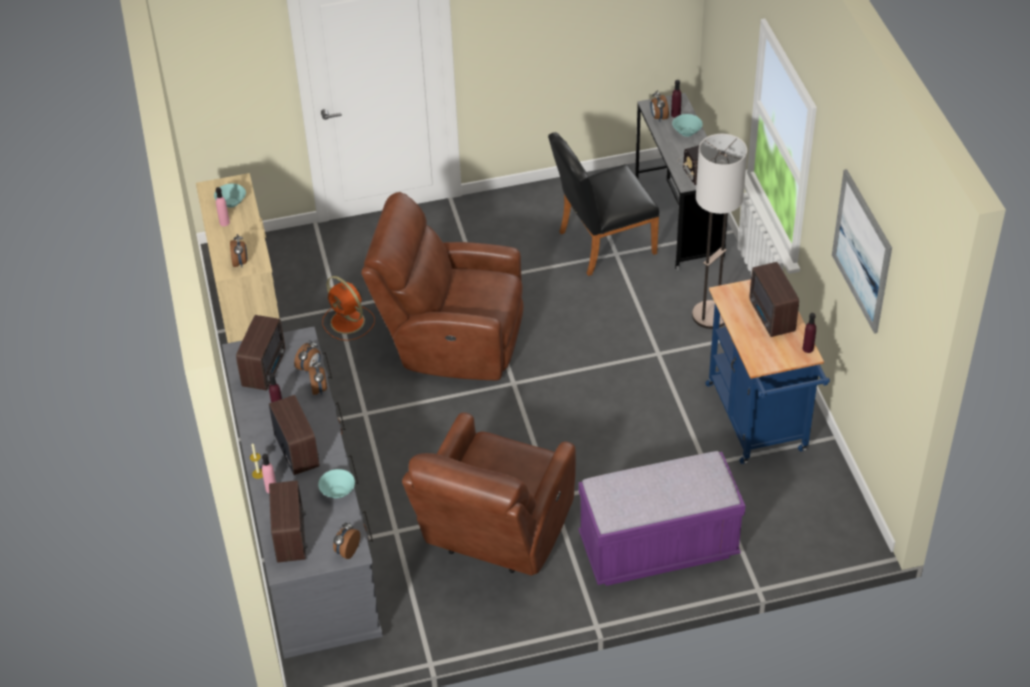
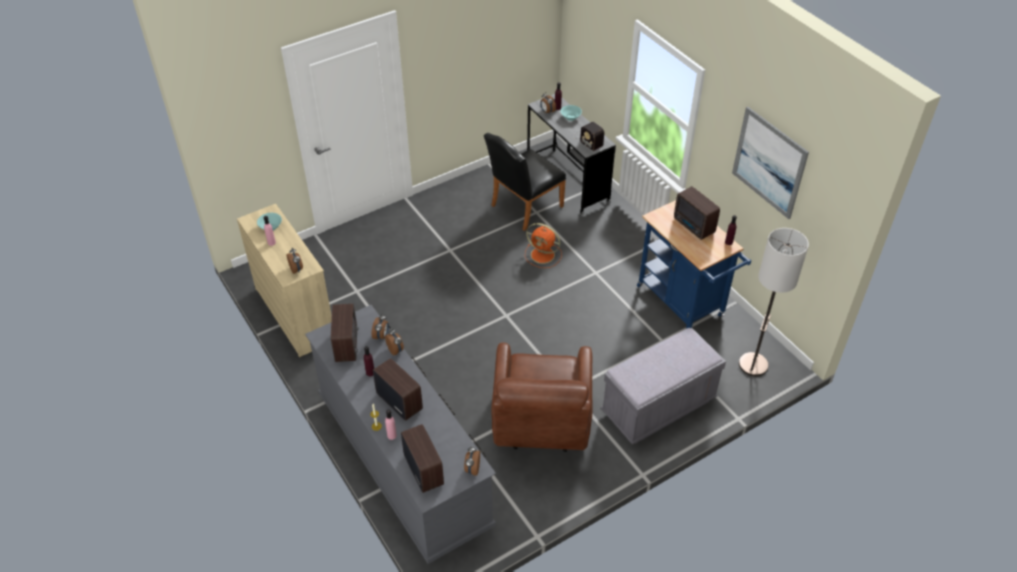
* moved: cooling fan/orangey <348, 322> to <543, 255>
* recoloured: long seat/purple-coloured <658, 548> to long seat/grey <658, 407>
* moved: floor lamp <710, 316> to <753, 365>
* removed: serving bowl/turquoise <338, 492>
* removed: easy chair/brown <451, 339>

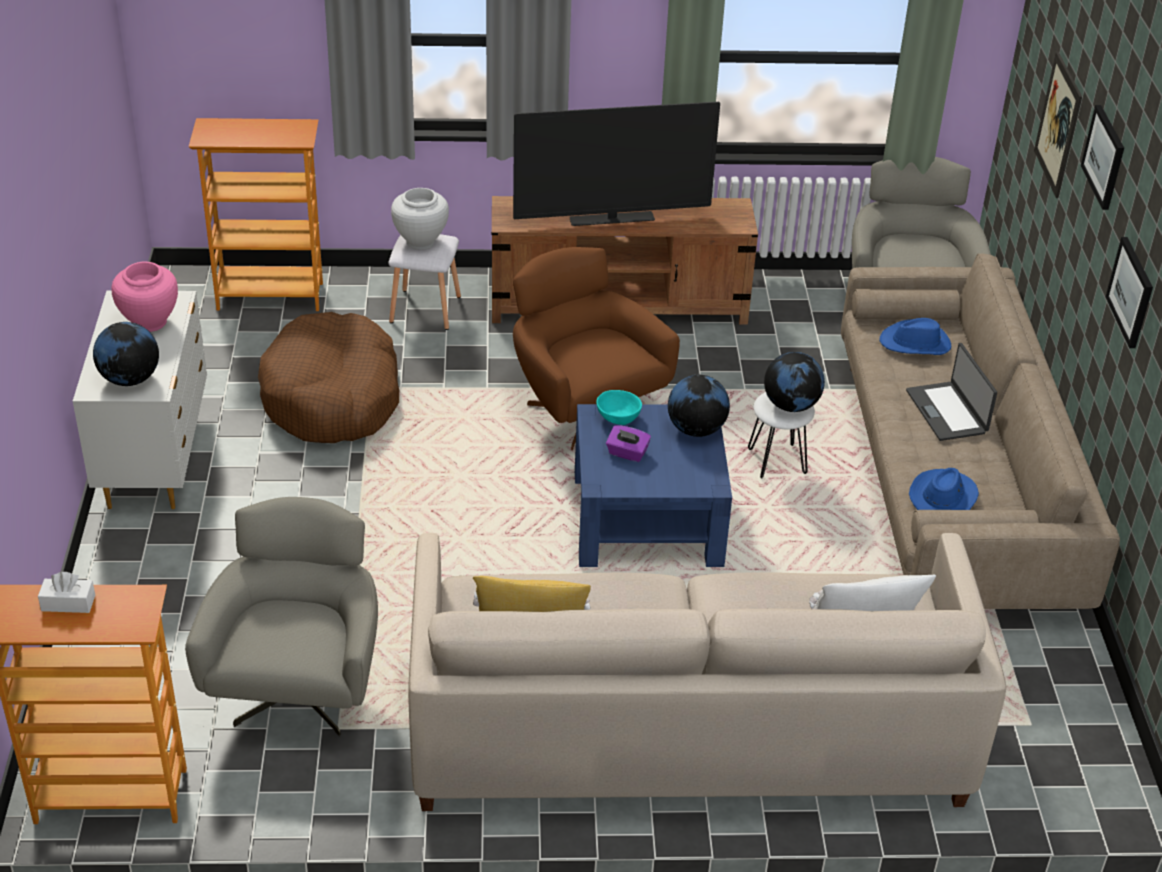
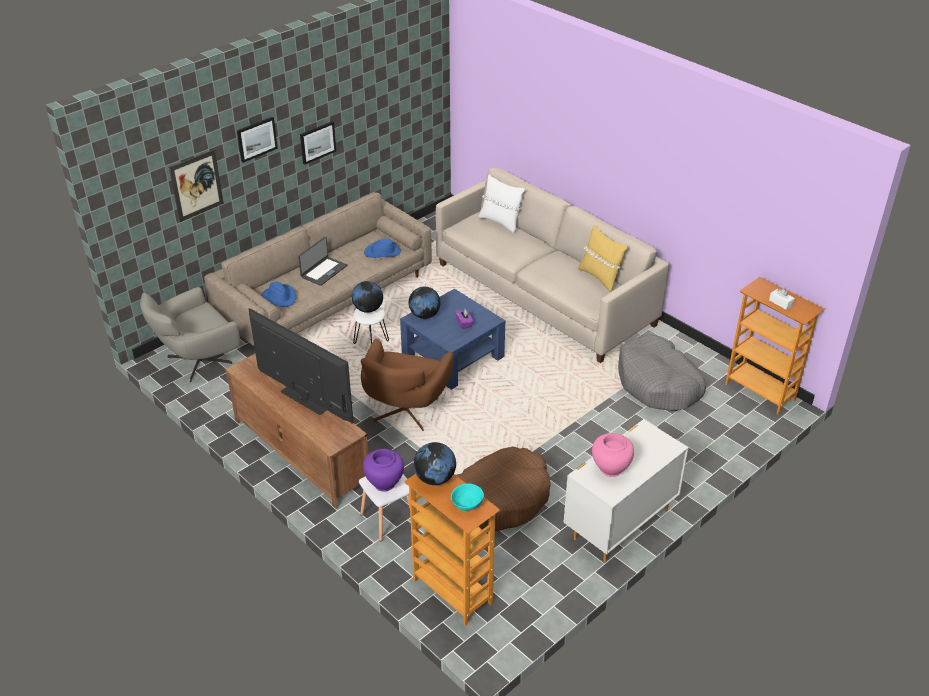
* recoloured: vase/white-coloured <420, 241> to vase/purple-coloured <384, 484>
* moved: globe <130, 379> to <435, 478>
* moved: serving bowl/turquoise <618, 418> to <467, 504>
* replaced: easy chair/grey <299, 689> to dog cushion/grey <658, 383>

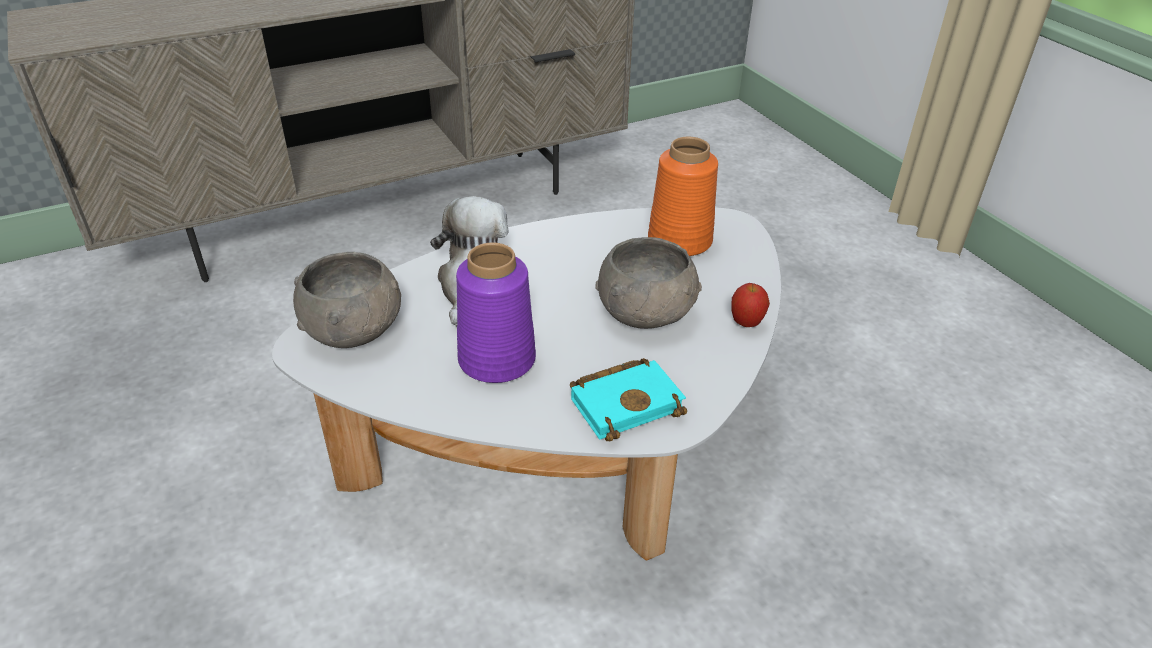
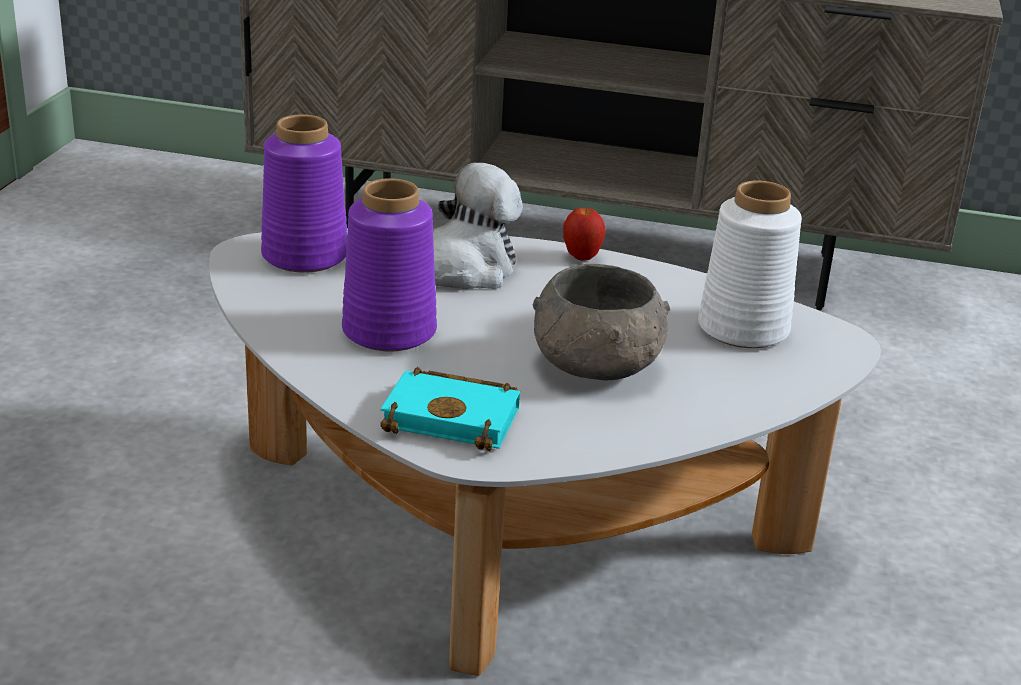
* replaced: serving bowl/grey <355, 329> to vase/purple-coloured <306, 256>
* moved: apple fruit <746, 323> to <582, 258>
* recoloured: vase/orangey <679, 241> to vase/white-coloured <741, 329>

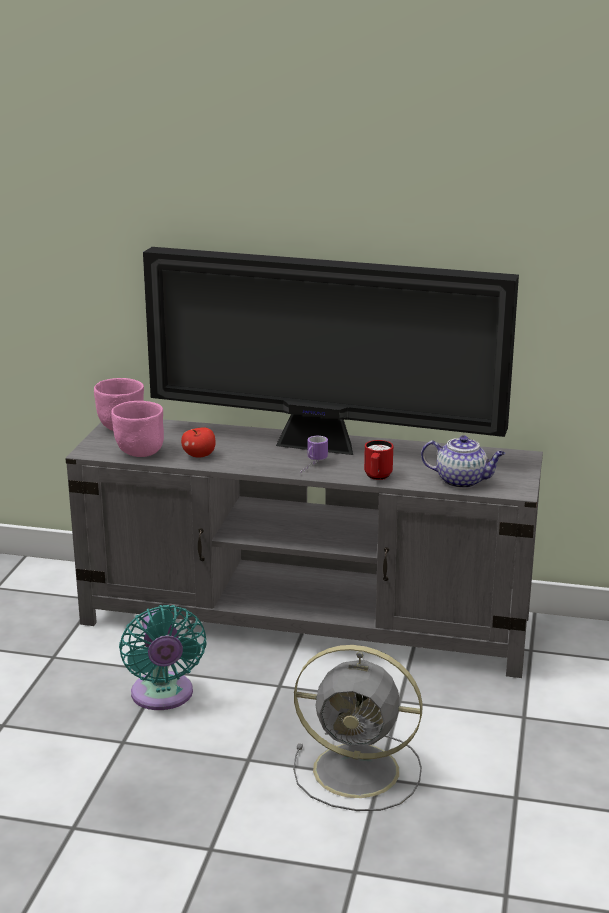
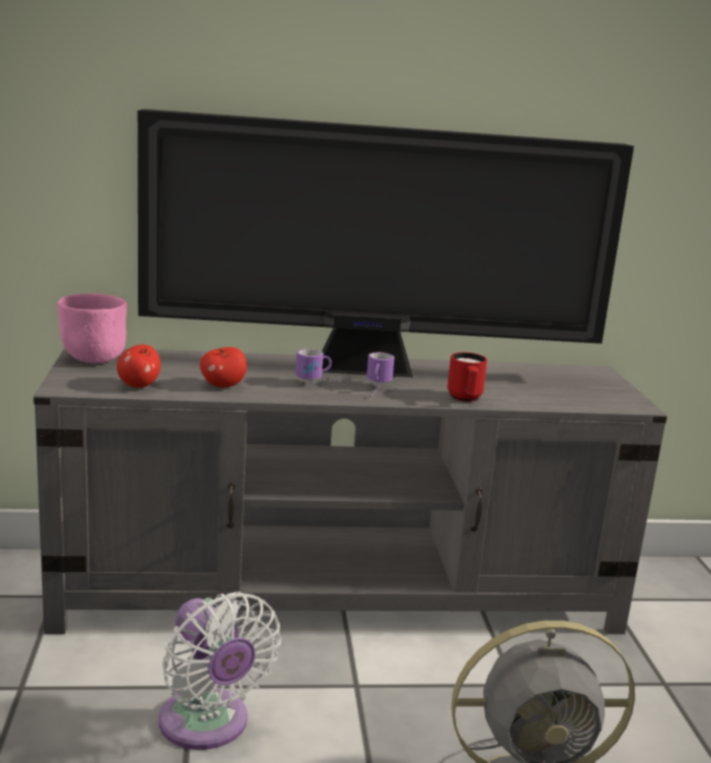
* replaced: serving bowl/pinkish <139, 453> to apple fruit <138, 386>
* recoloured: cooling fan/turquoise <163, 696> to cooling fan/white-coloured <207, 726>
* added: coffee mug <323, 383>
* removed: teapot <462, 481>

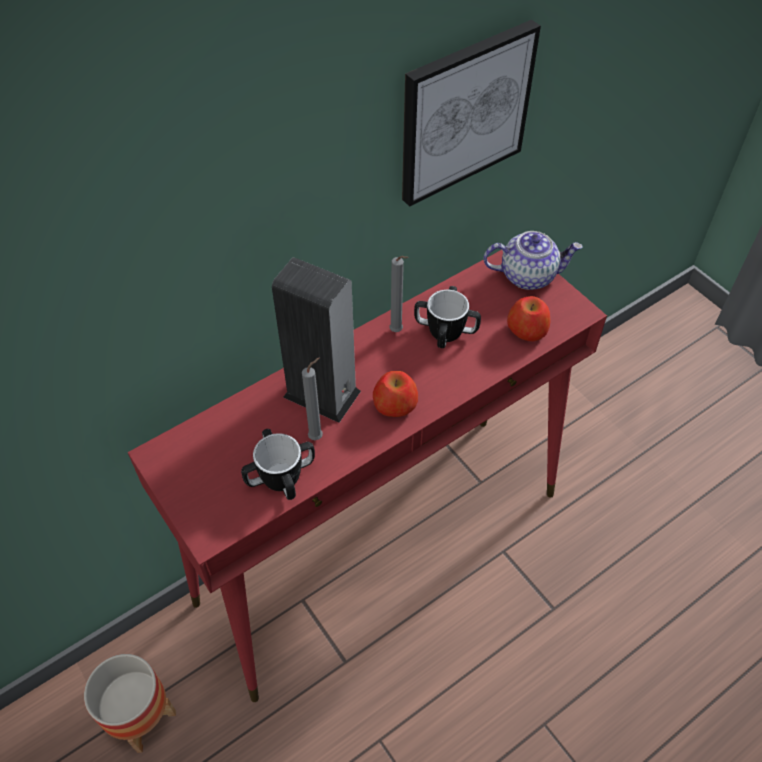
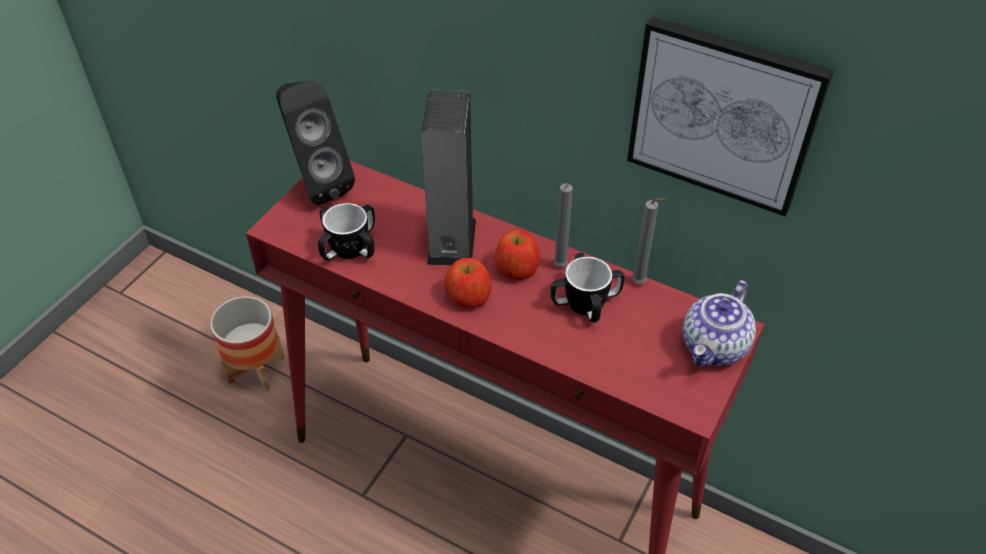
* added: loudspeaker/black-coloured <317, 184>
* moved: apple fruit <526, 330> to <517, 268>
* moved: wax candle/grey <318, 436> to <640, 283>
* turned: teapot <528, 275> = <715, 347> 60 degrees clockwise

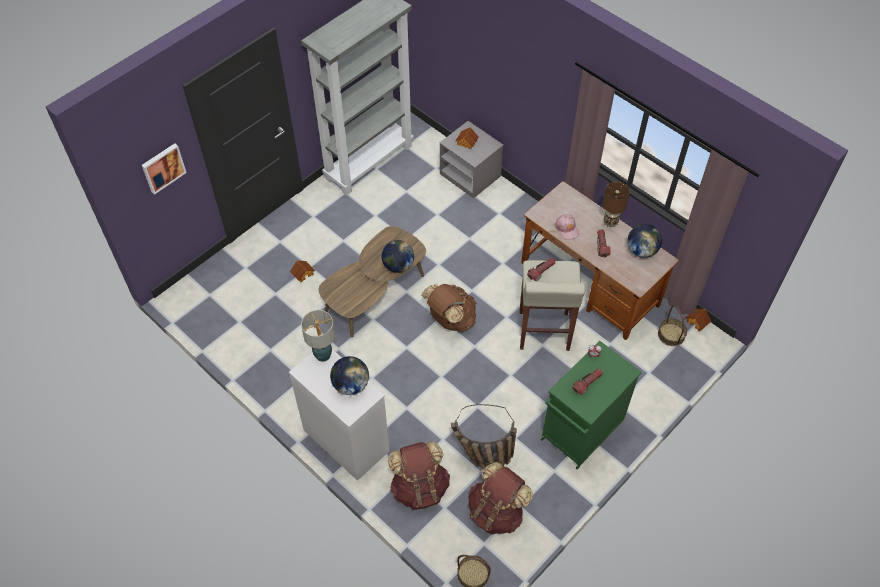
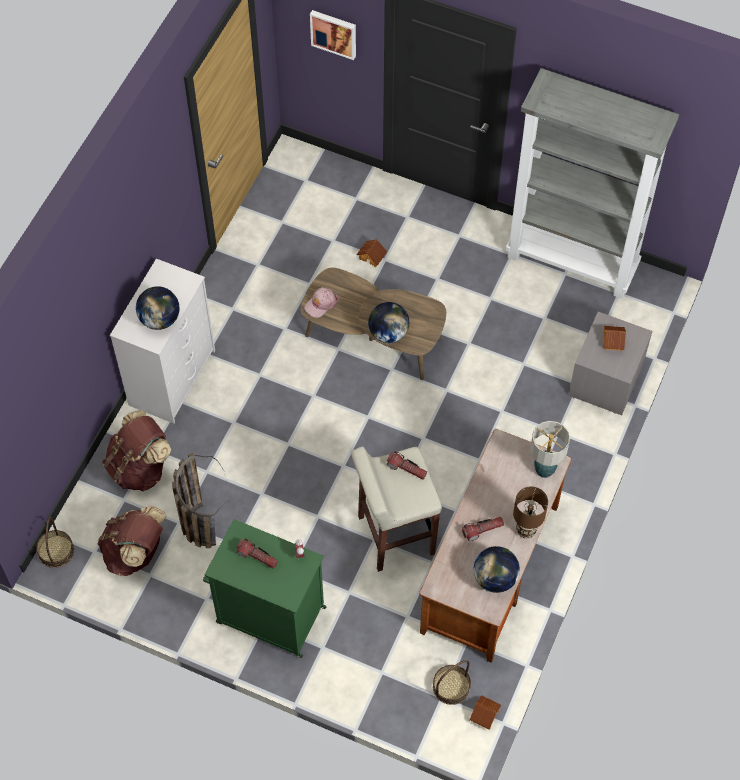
* moved: baseball cap/pinkish <567, 228> to <320, 304>
* moved: lamp for a table <322, 355> to <544, 469>
* removed: knapsack/brown <450, 319>

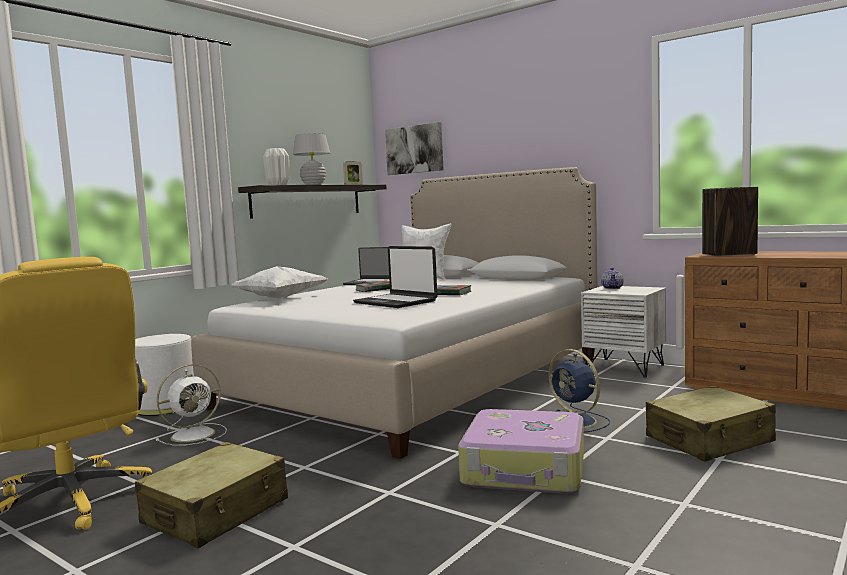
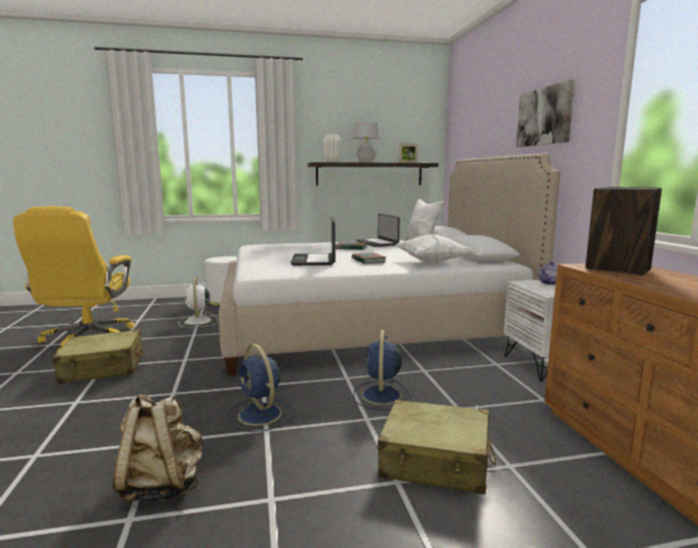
* added: knapsack/beige <162, 486>
* turned: cooling fan/white-coloured <195, 434> = <198, 321> 75 degrees clockwise
* replaced: travel case <525, 469> to cooling fan/blue-coloured <261, 415>
* moved: throw pillow/white-coloured <280, 298> to <432, 262>
* moved: picture <414, 149> to <544, 116>

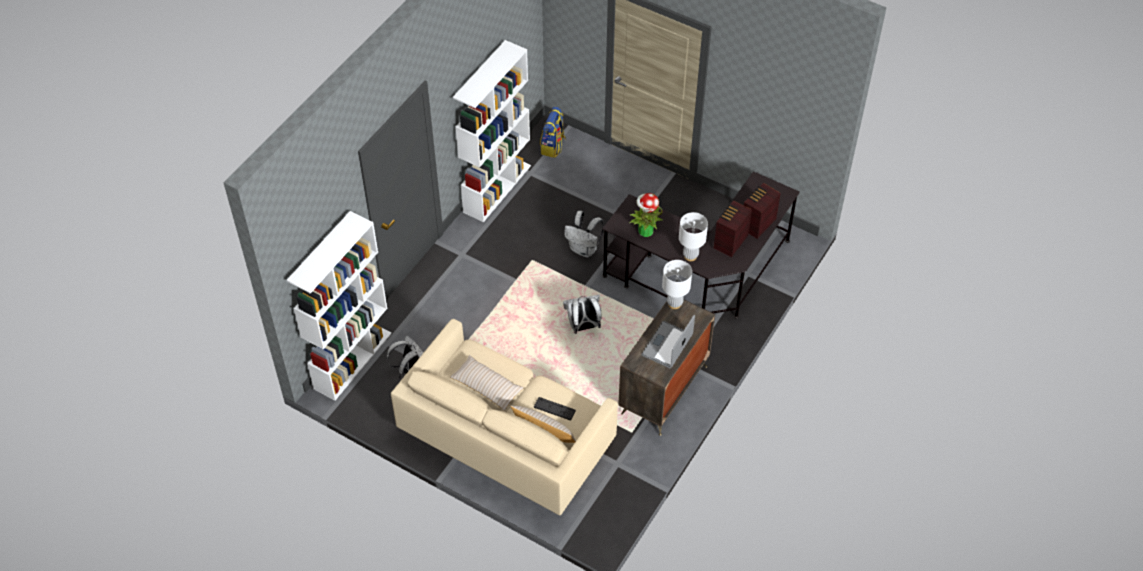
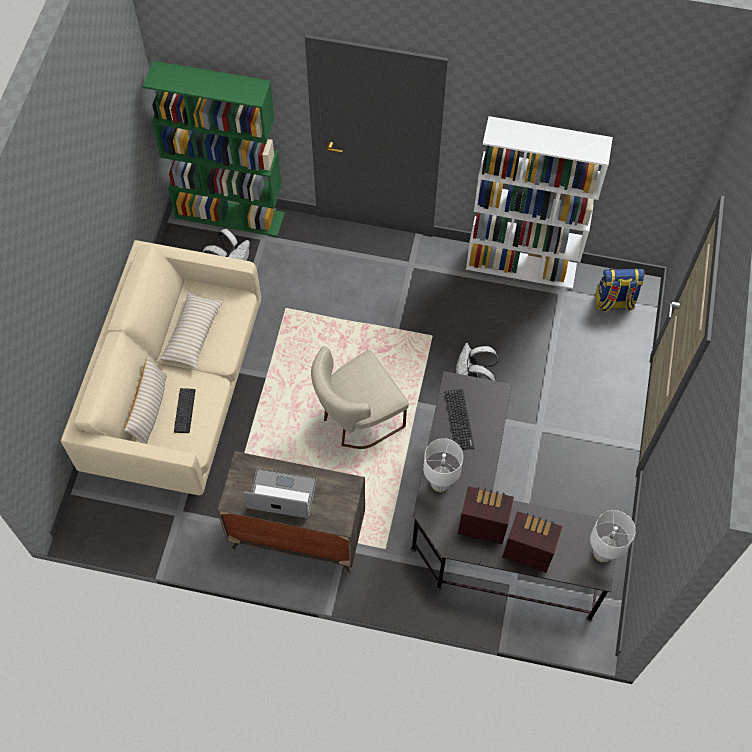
* recoloured: bookcase/white-coloured <352, 360> to bookcase/green-coloured <231, 215>
* replaced: knapsack/white-coloured <583, 327> to plain chair/beige <357, 419>
* replaced: plant in a pot <645, 231> to keyboard <459, 420>
* moved: lamp for a table/white-coloured <674, 303> to <602, 553>

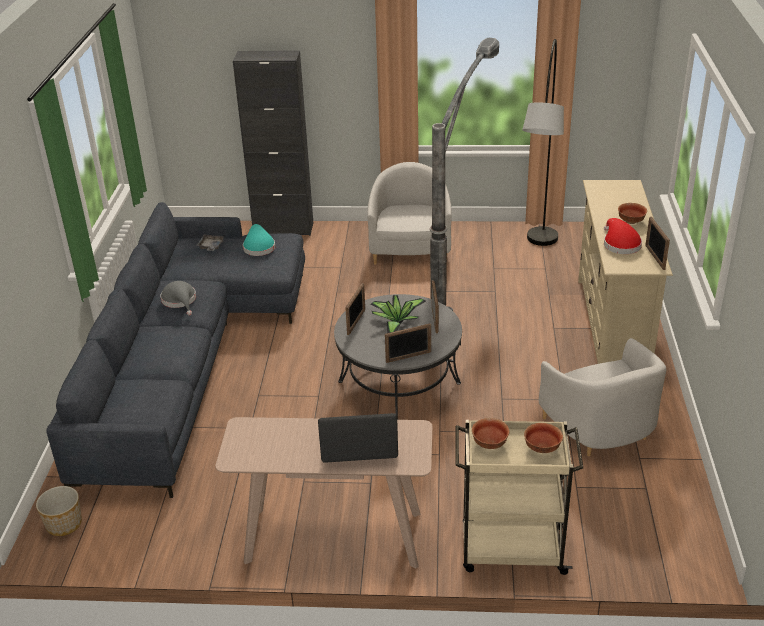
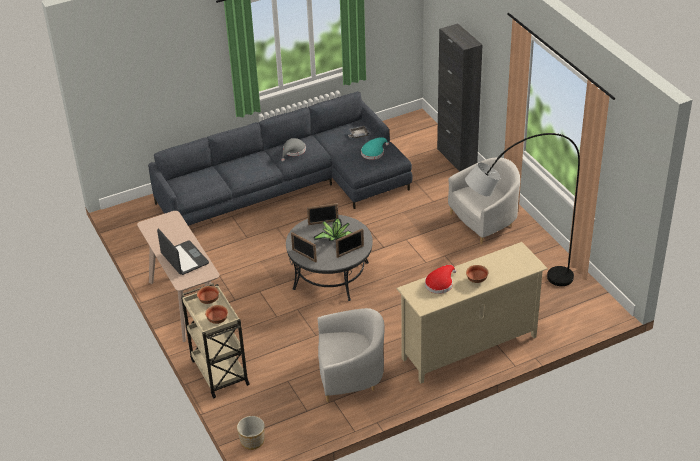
* moved: plant pot <65, 524> to <253, 441>
* turned: easy chair/white-coloured <601, 428> = <350, 375> 135 degrees counterclockwise
* removed: floor lamp <461, 277>
* removed: picture frame <654, 257>

